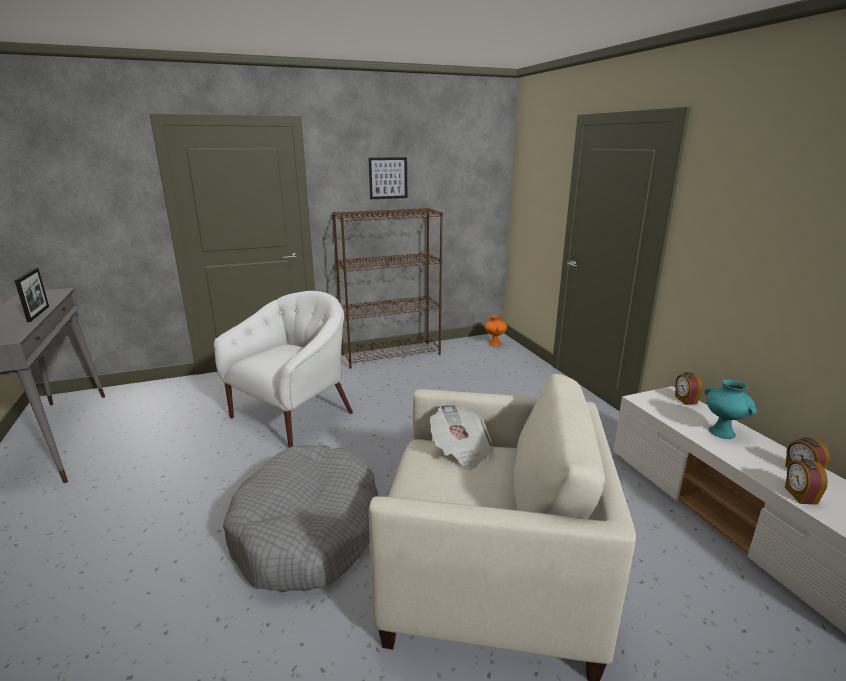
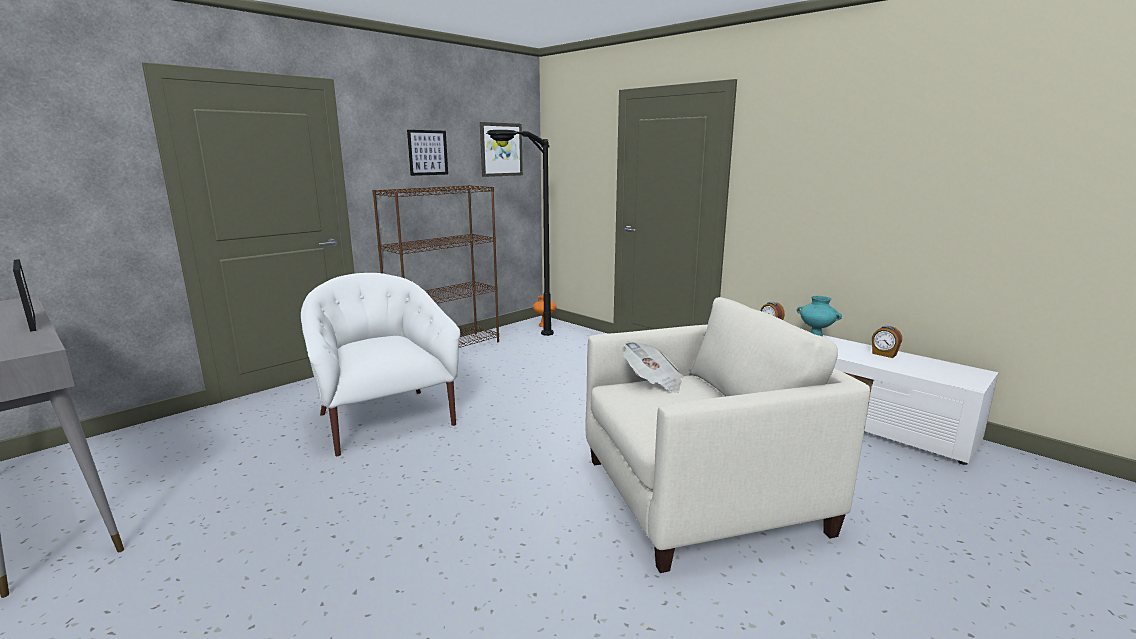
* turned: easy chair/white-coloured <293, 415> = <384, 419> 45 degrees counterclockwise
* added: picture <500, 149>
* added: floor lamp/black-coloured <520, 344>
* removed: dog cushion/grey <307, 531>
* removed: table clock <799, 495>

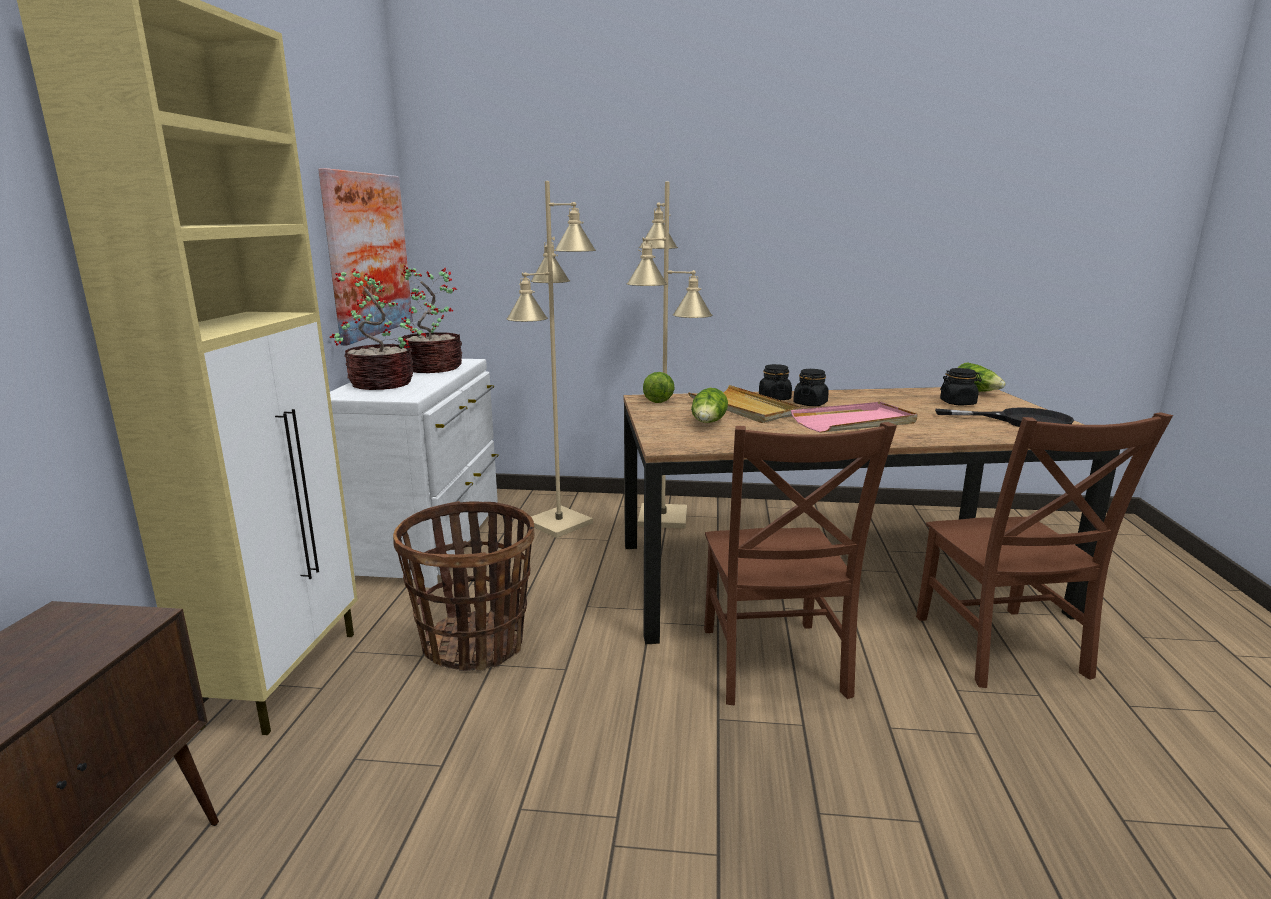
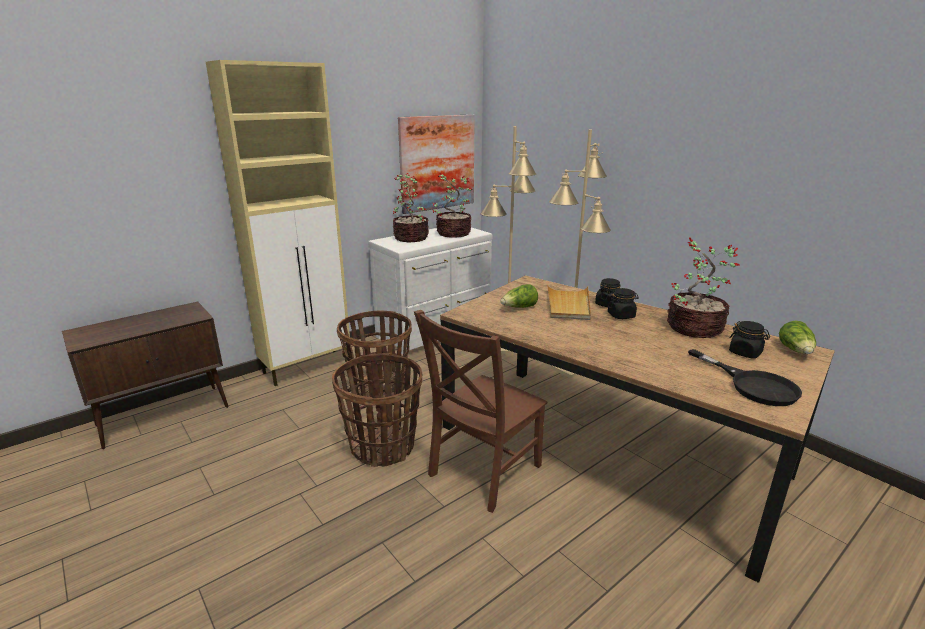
* added: household basket <383, 447>
* added: plant in a pot <692, 328>
* removed: head of lettuce <658, 399>
* removed: carrying tray/pinkish <854, 422>
* removed: plain chair/brown <1002, 650>

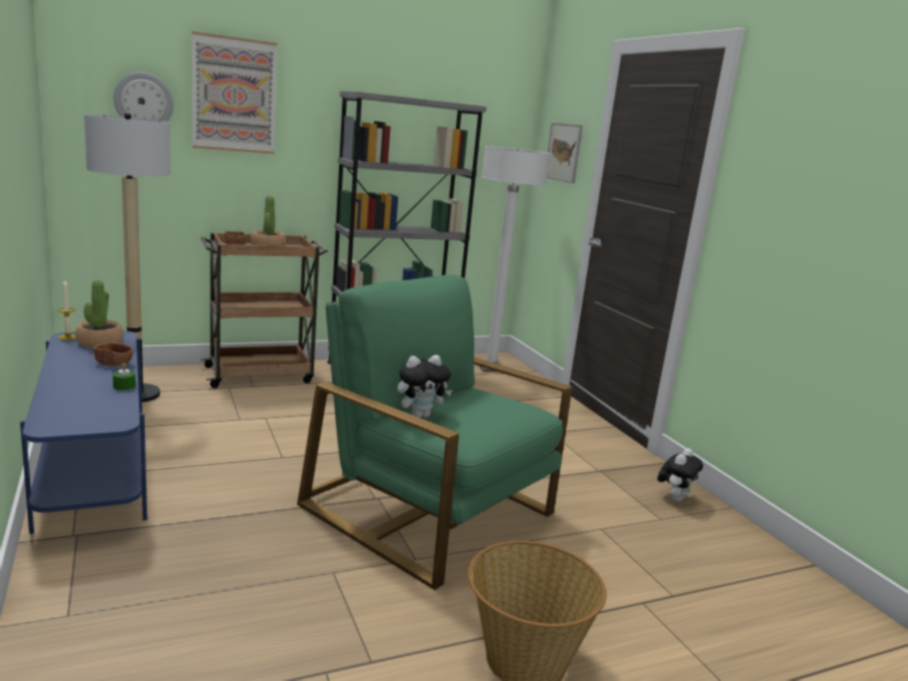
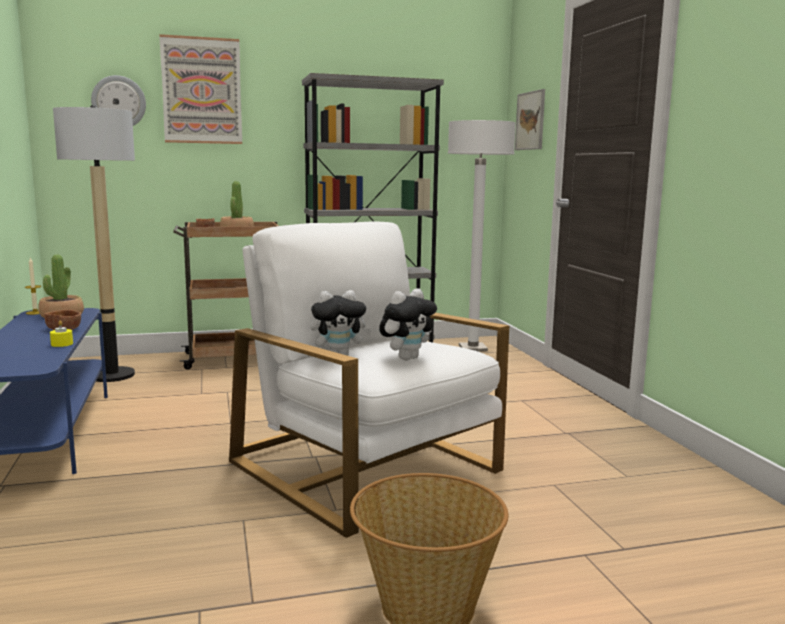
* recoloured: wax candle/green-coloured <124, 386> to wax candle/yellowish <62, 344>
* recoloured: easy chair/green-coloured <432, 509> to easy chair/white-coloured <369, 466>
* moved: soft toy <674, 498> to <407, 358>

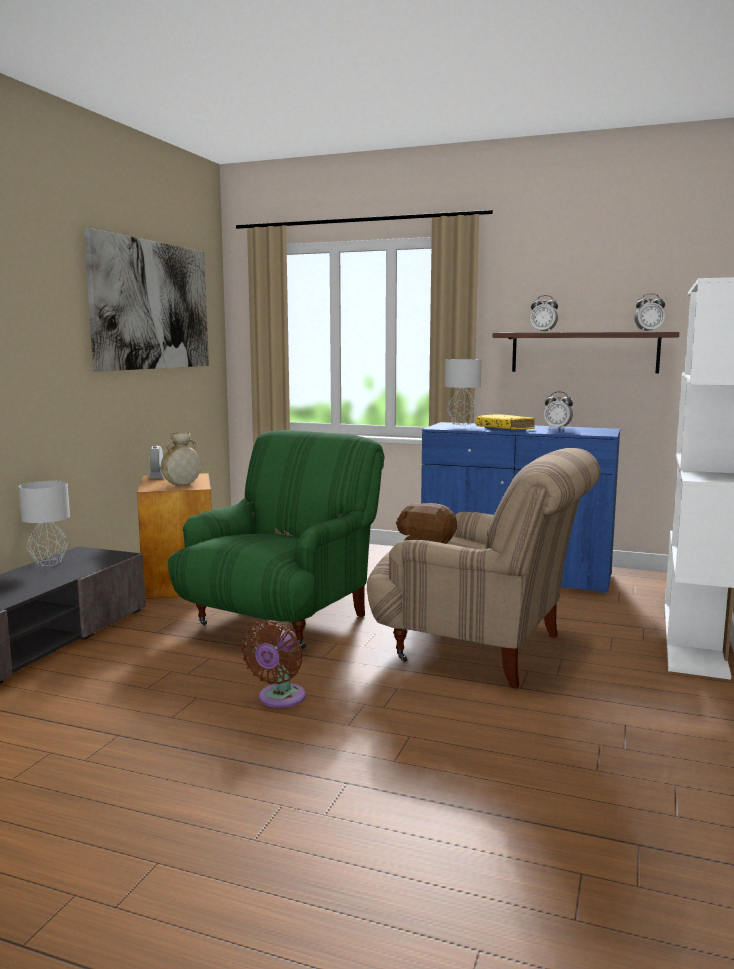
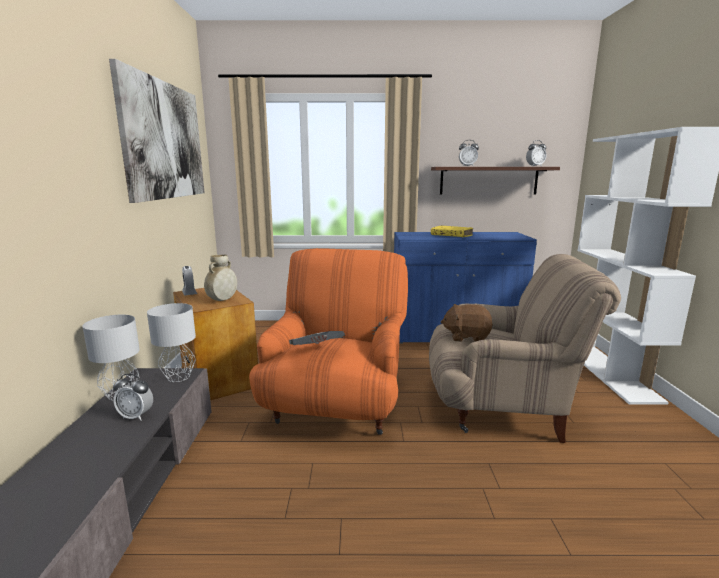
* moved: table clock <557, 428> to <136, 416>
* moved: lamp for a table/grey <462, 424> to <179, 377>
* recoloured: easy chair/green-coloured <281, 620> to easy chair/orangey <337, 406>
* added: daily paper <317, 353>
* removed: cooling fan/brown <279, 699>

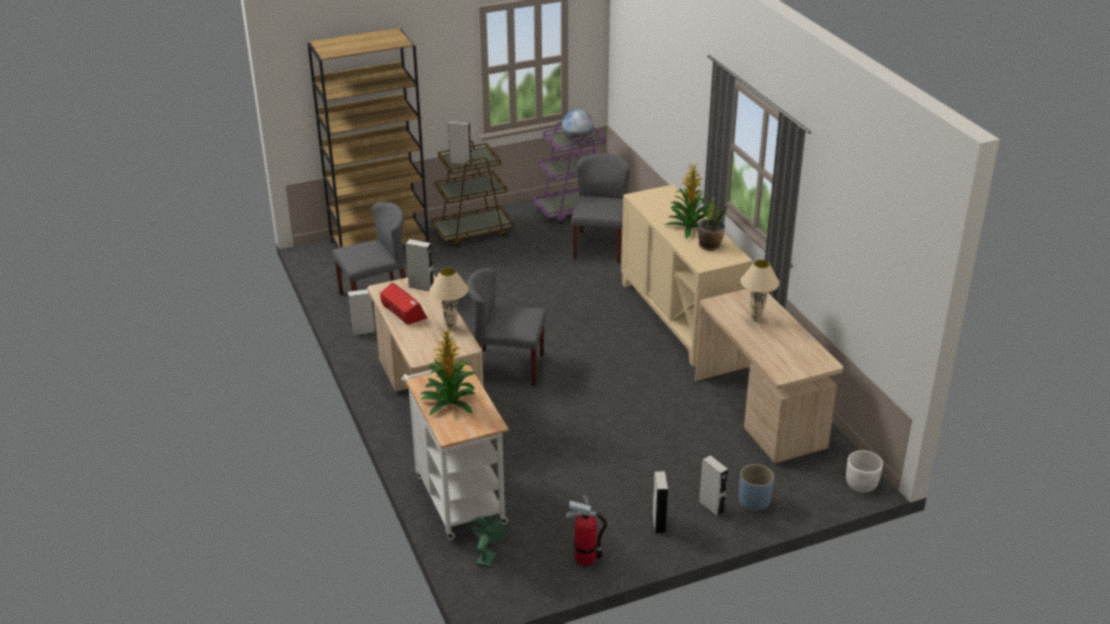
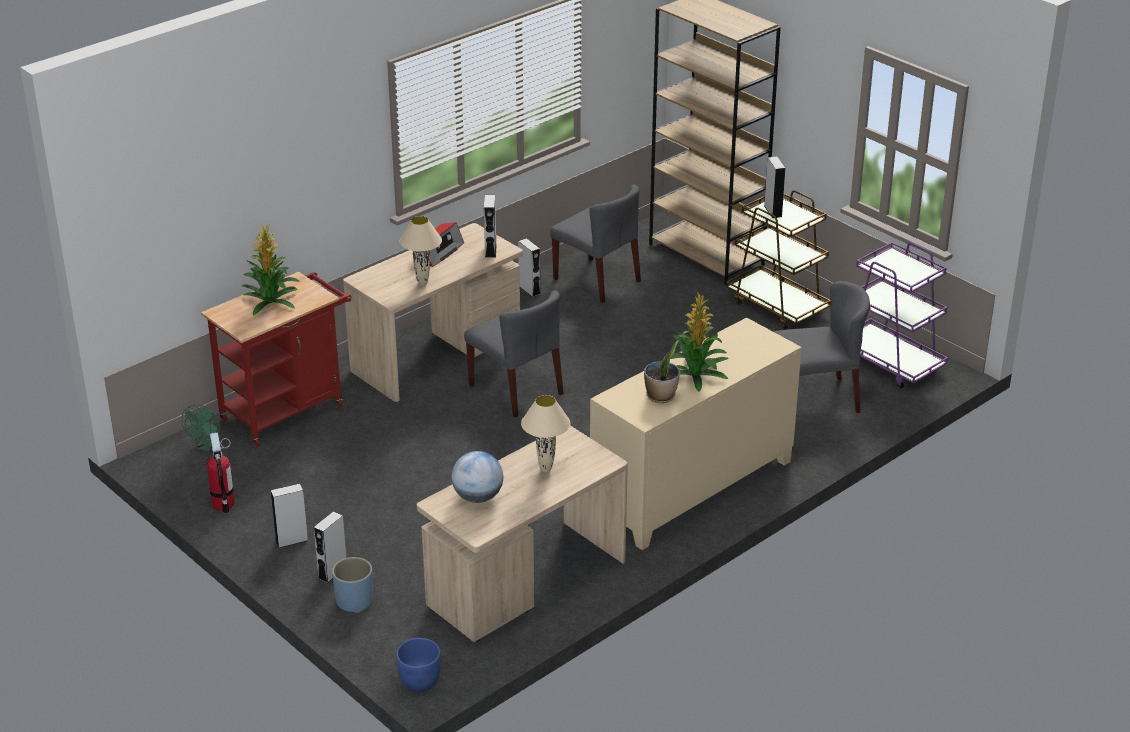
* turned: cooling fan/green-coloured <487, 556> = <206, 446> 105 degrees clockwise
* recoloured: trolley/white-coloured <457, 495> to trolley/reddish <288, 409>
* recoloured: plant pot/white-coloured <861, 484> to plant pot/blue-coloured <419, 681>
* moved: globe <577, 139> to <478, 497>
* turned: plain chair/grey <507, 367> = <516, 390> 150 degrees clockwise

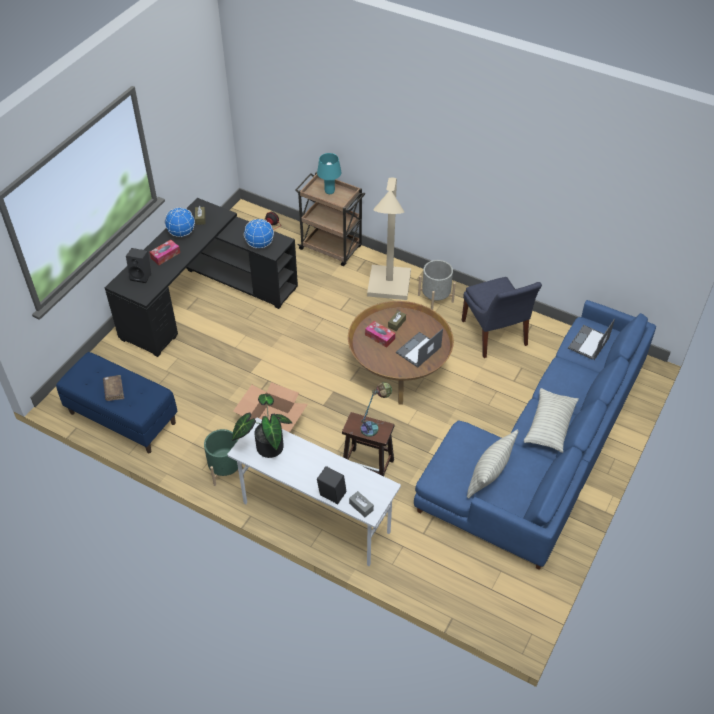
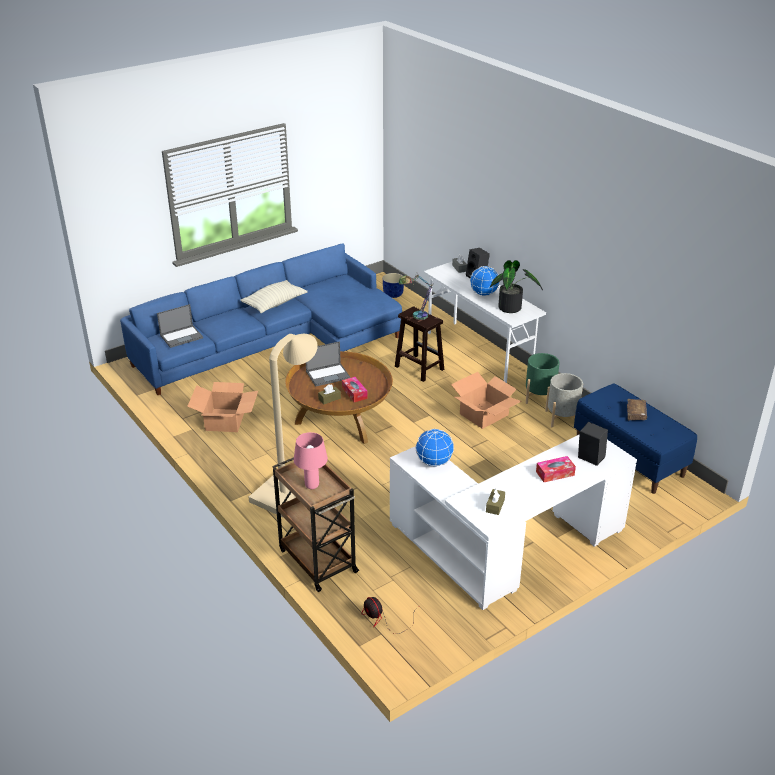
* replaced: plain chair/blue-coloured <495, 335> to carton <225, 420>
* recoloured: lamp for a table/turquoise <329, 191> to lamp for a table/pinkish <312, 486>
* added: plant pot/blue-coloured <393, 294>
* recoloured: desk unit/black-coloured <204, 298> to desk unit/white-coloured <507, 548>
* moved: globe <181, 233> to <483, 294>
* moved: plant pot/grey <435, 298> to <562, 418>
* removed: throw pillow <489, 474>

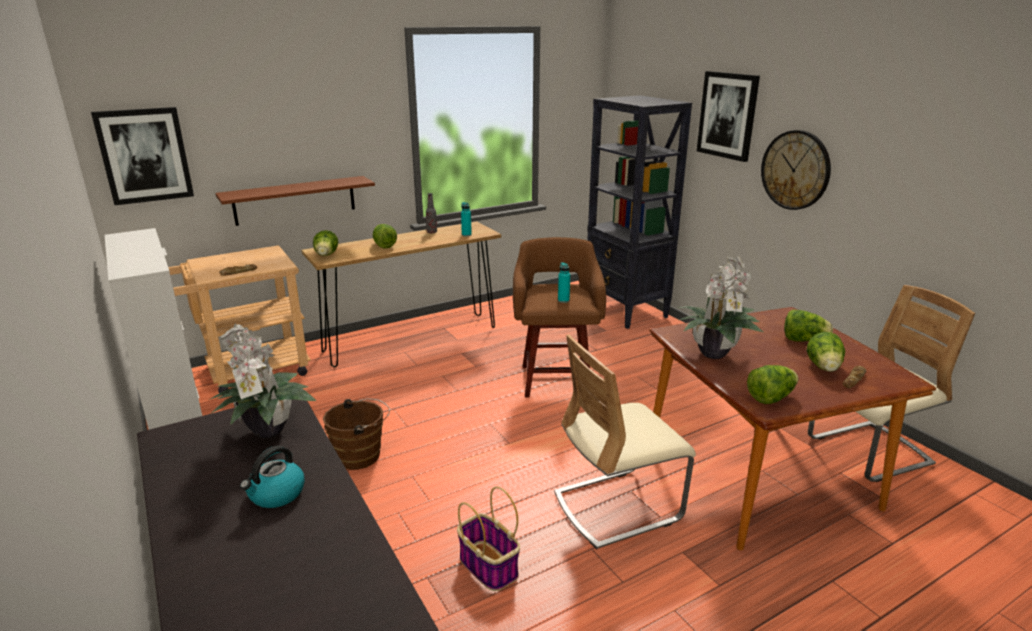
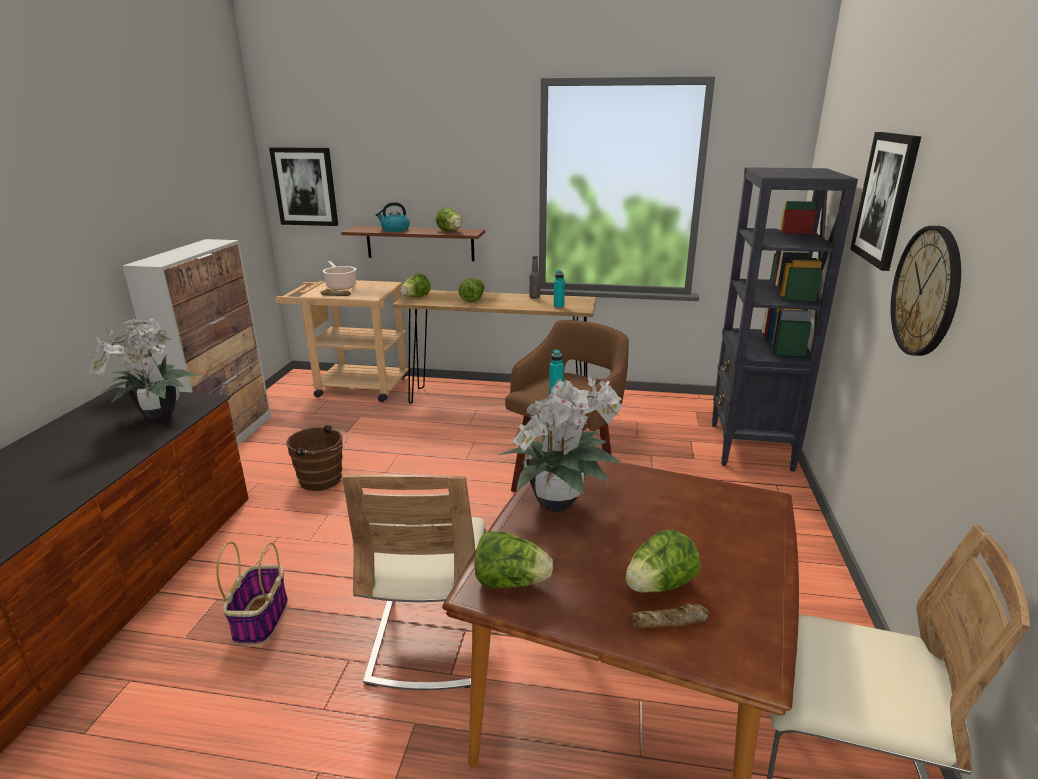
* added: cooking pot <340, 286>
* turned: plain chair/beige <617, 506> = <430, 636> 105 degrees counterclockwise
* moved: tea kettle <276, 494> to <395, 230>
* moved: head of lettuce <803, 340> to <450, 231>

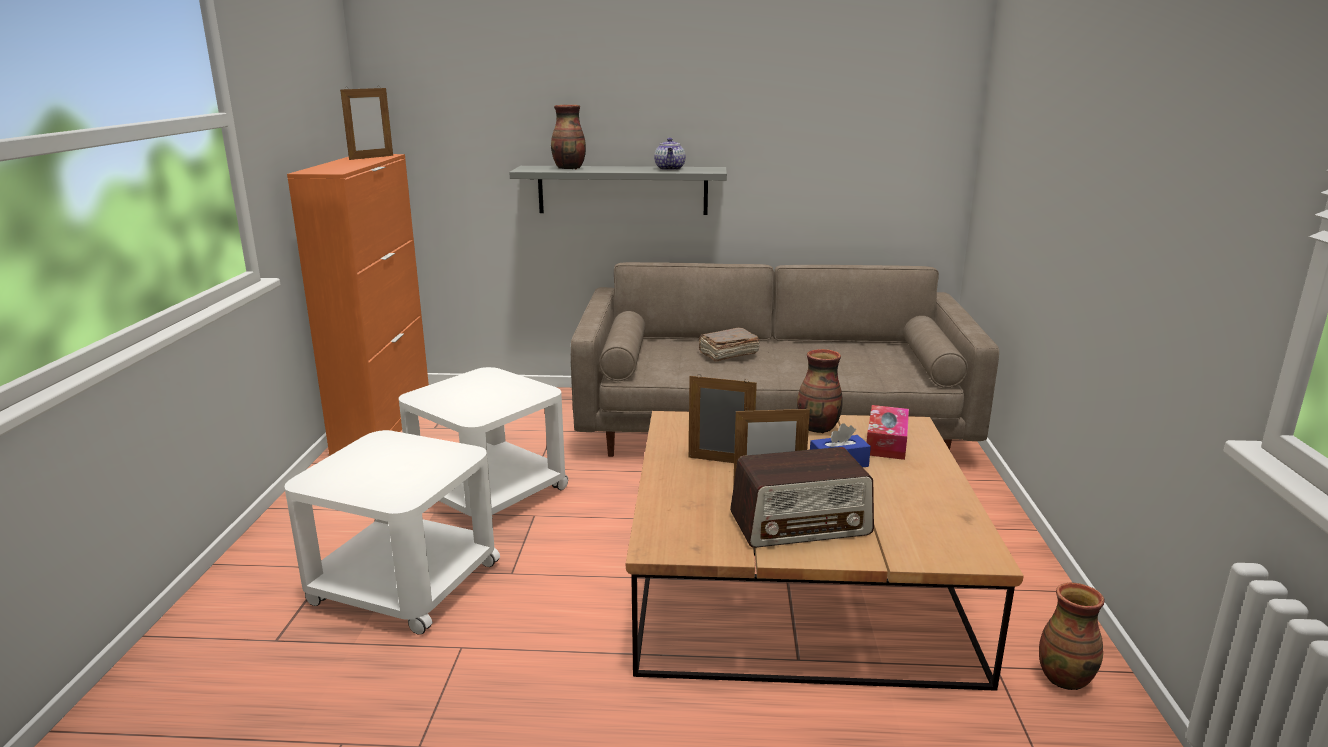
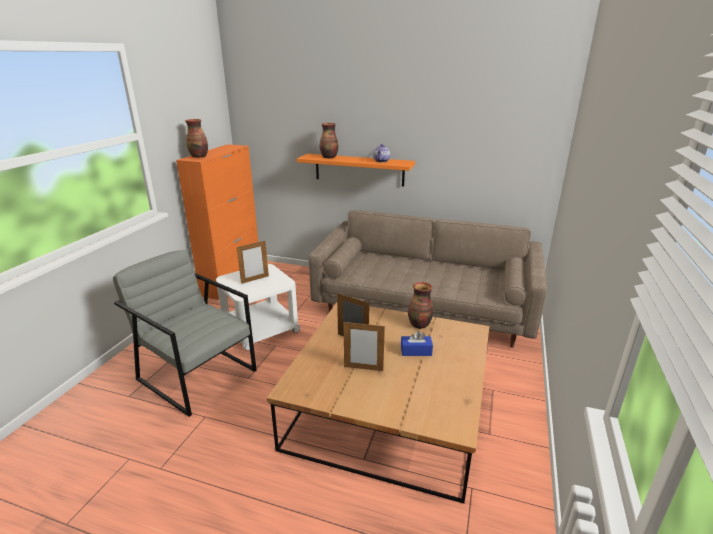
* replaced: end table/white-coloured <403, 582> to easy chair/grey <197, 374>
* moved: vase <1064, 678> to <199, 156>
* moved: picture frame <371, 157> to <255, 279>
* recoloured: shelf/grey <622, 190> to shelf/orangey <359, 169>
* removed: book/brown <727, 354>
* removed: radio set <801, 524>
* removed: tissue holder <886, 442>

